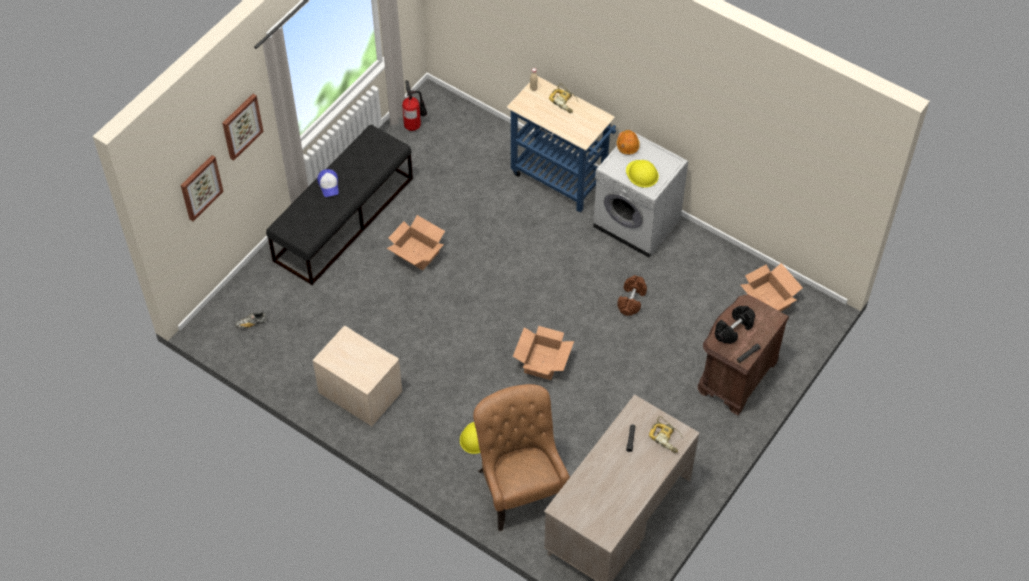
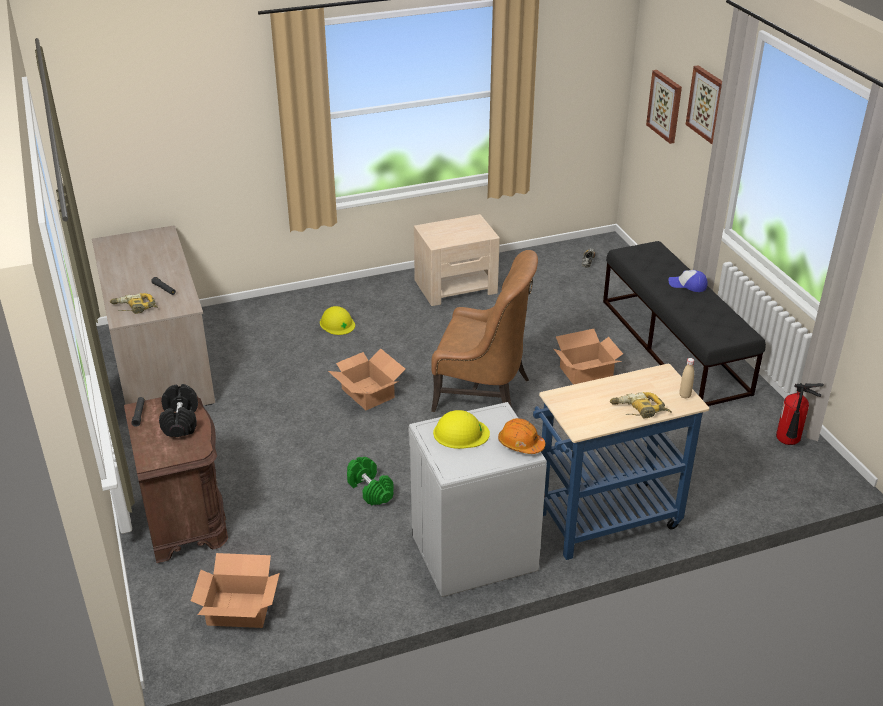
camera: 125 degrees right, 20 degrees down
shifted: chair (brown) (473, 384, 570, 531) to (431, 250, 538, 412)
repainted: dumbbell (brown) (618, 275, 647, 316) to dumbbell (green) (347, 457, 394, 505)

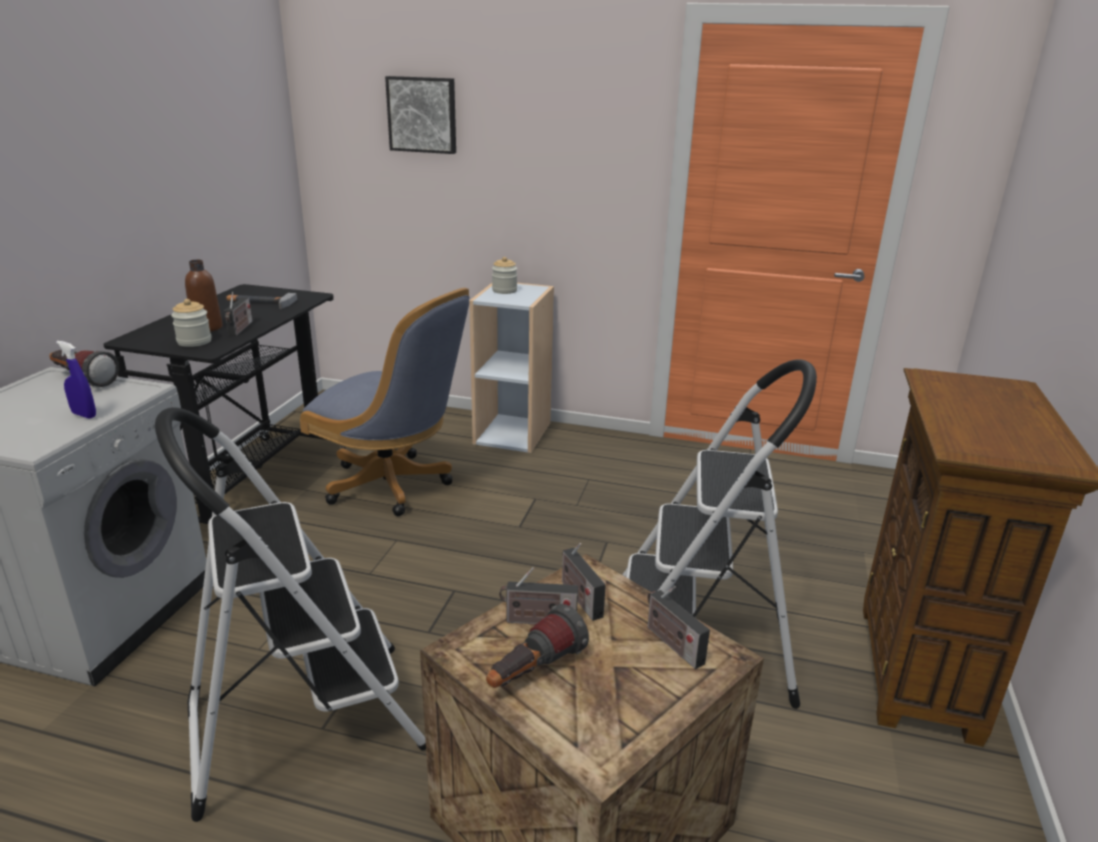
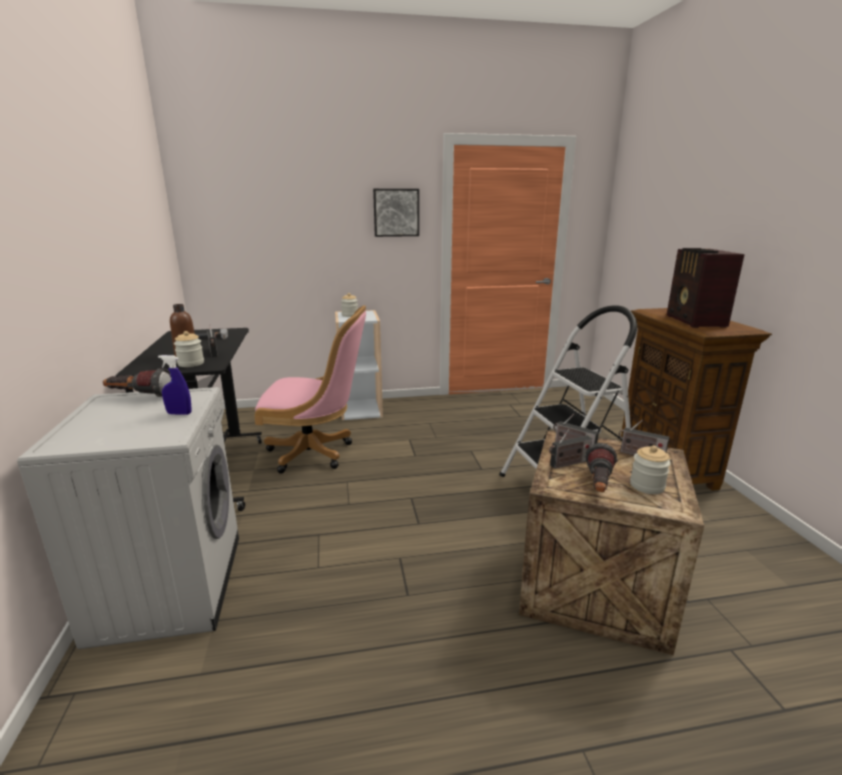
camera: 25 degrees left, 5 degrees down
gone: step ladder (155, 407, 426, 822)
new: jar (630, 446, 671, 494); radio (667, 248, 745, 328)
shifted: picture (385, 76, 456, 154) to (373, 189, 419, 237)
repainted: office chair (blue) (300, 288, 469, 516) to office chair (pink) (255, 305, 366, 474)

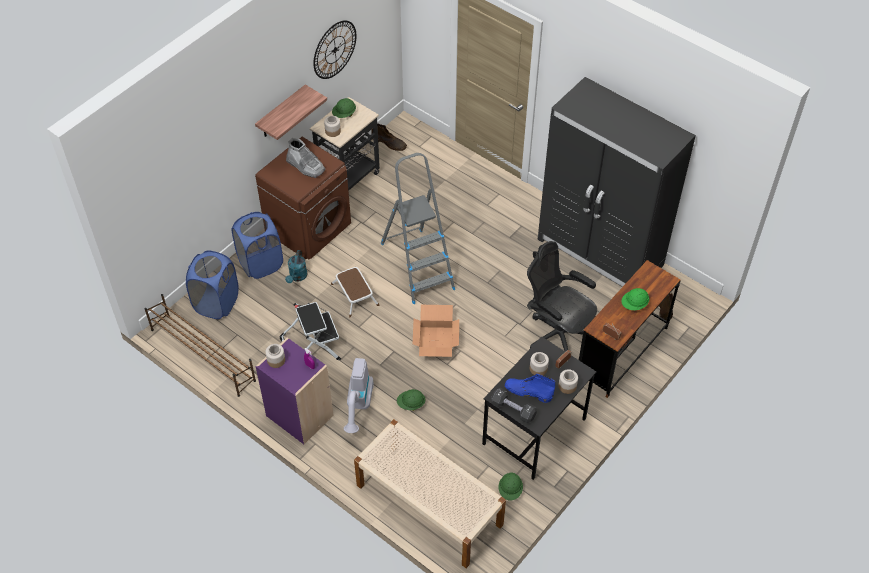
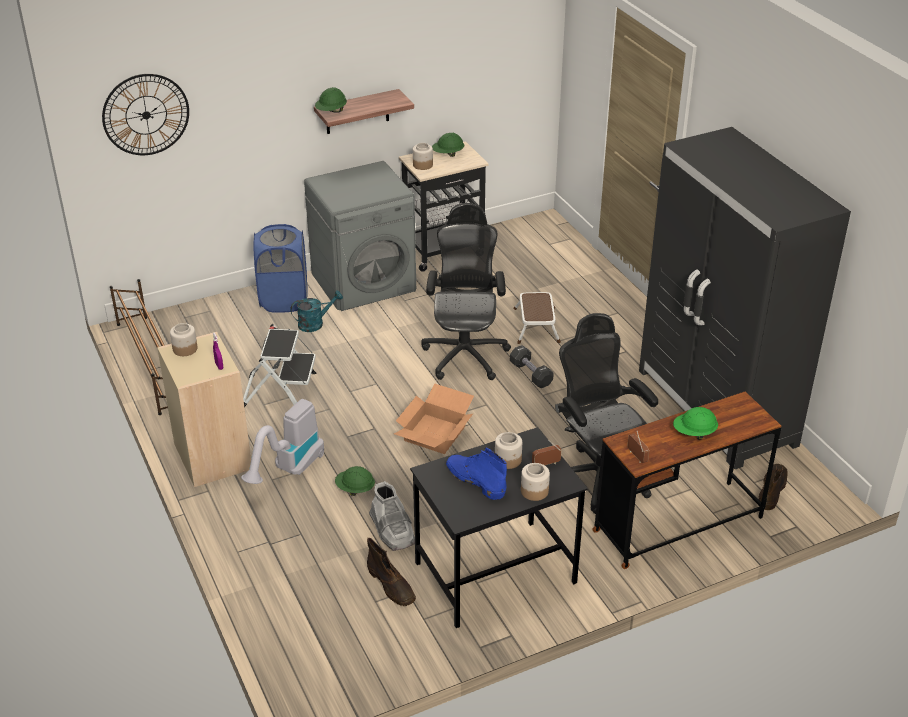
camera: 25 degrees right, 15 degrees down
gone: laundry basket (blue) (186, 251, 238, 319); bench (beige) (354, 419, 506, 568)
shifted: boot (grey) (286, 138, 326, 178) to (369, 481, 415, 551); wall clock (313, 20, 357, 79) to (102, 74, 189, 155); step ladder (brown) (331, 267, 379, 318) to (513, 292, 561, 344); boot (brown) (371, 123, 407, 151) to (367, 538, 416, 606); dumbbell (black) (491, 388, 537, 423) to (510, 345, 554, 388); hard hat (green) (499, 473, 523, 500) to (315, 87, 347, 113)
swapped: step ladder (grey) (381, 153, 455, 304) to office chair (421, 203, 511, 380)
repainted: washing machine (brown) (255, 137, 351, 259) to washing machine (grey) (304, 161, 416, 311); bookcase (purple) (256, 337, 334, 444) to bookcase (beige) (157, 332, 251, 487)
rotated: watering can (turquoise) (285, 250, 308, 283) = (290, 290, 343, 332) 150 degrees counterclockwise

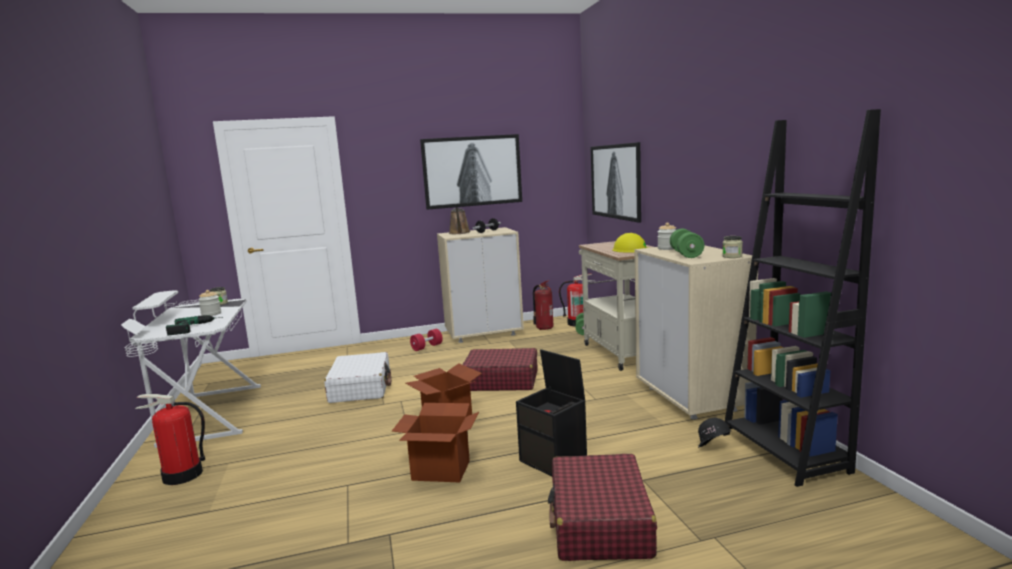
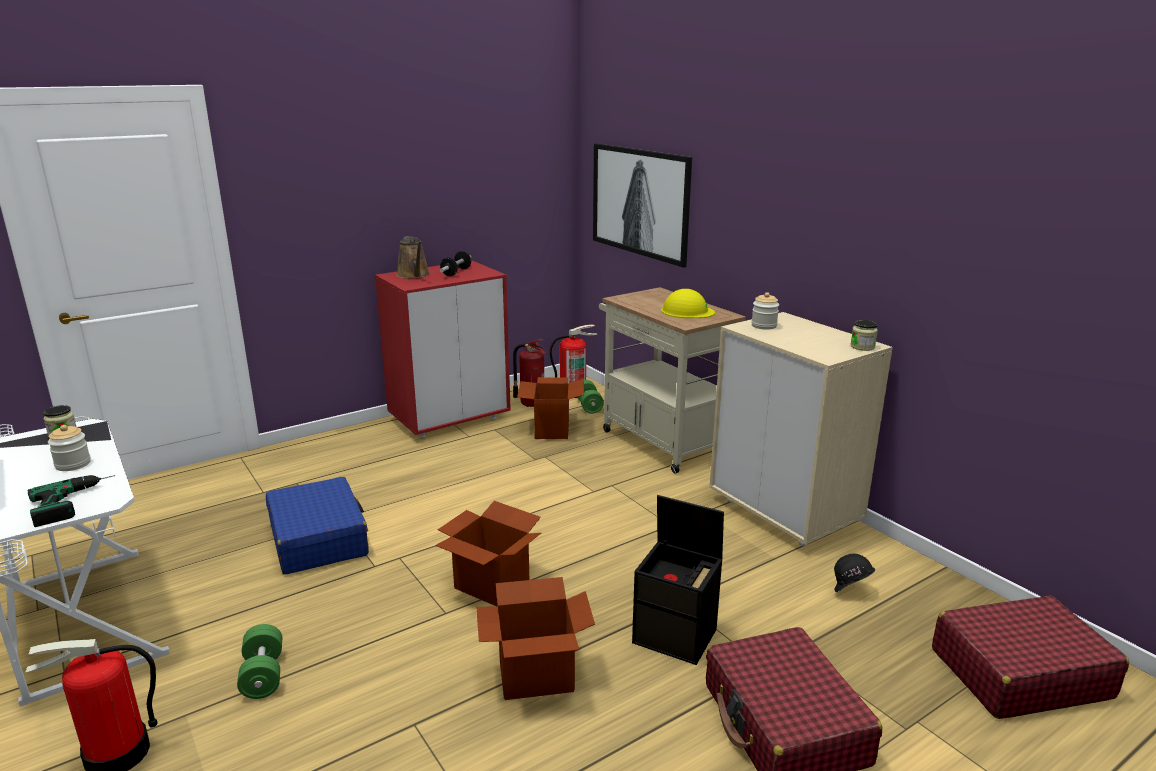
camera: 20 degrees left, 10 degrees up
gone: dumbbell (red) (410, 329, 443, 351); picture (420, 134, 522, 210); bookcase (black) (723, 109, 881, 487)
new: cardboard box (517, 377, 584, 439)
shifted: suitcase (red) (462, 348, 538, 391) to (932, 595, 1129, 719); dumbbell (green) (670, 229, 704, 258) to (237, 624, 282, 699)
repainted: suitcase (white) (324, 352, 391, 403) to suitcase (blue) (266, 477, 369, 575); cabinet (beige) (437, 227, 524, 343) to cabinet (red) (375, 261, 511, 438)

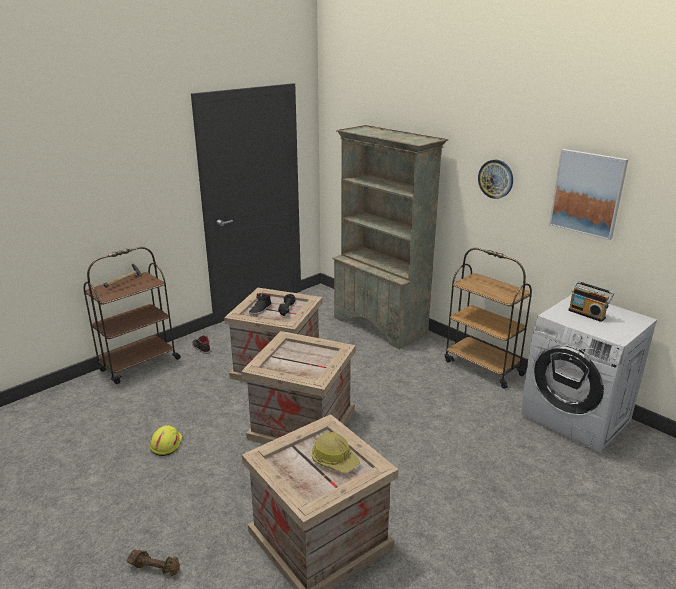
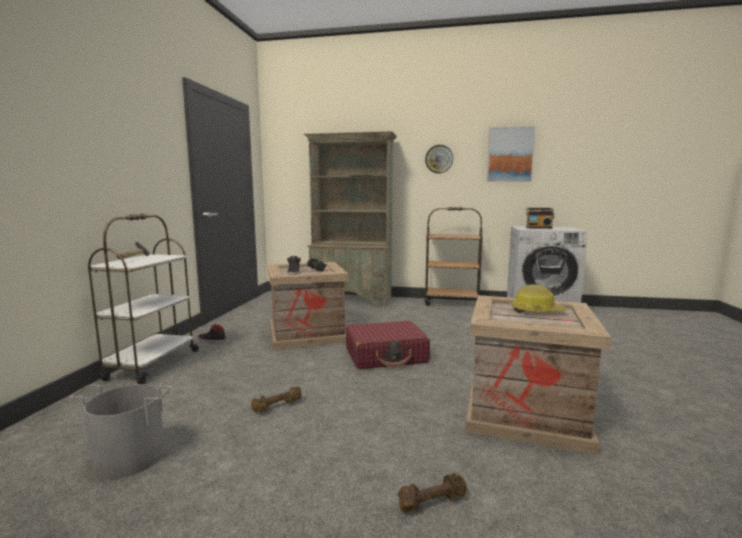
camera: 35 degrees left, 15 degrees down
new: bucket (grey) (69, 384, 172, 479)
swapped: hard hat (yellow) (149, 425, 183, 456) to dumbbell (brown) (251, 386, 301, 413); crate (241, 331, 356, 444) to suitcase (red) (345, 321, 430, 369)
repainted: cart (brown) (84, 247, 181, 384) to cart (white) (88, 214, 199, 384)

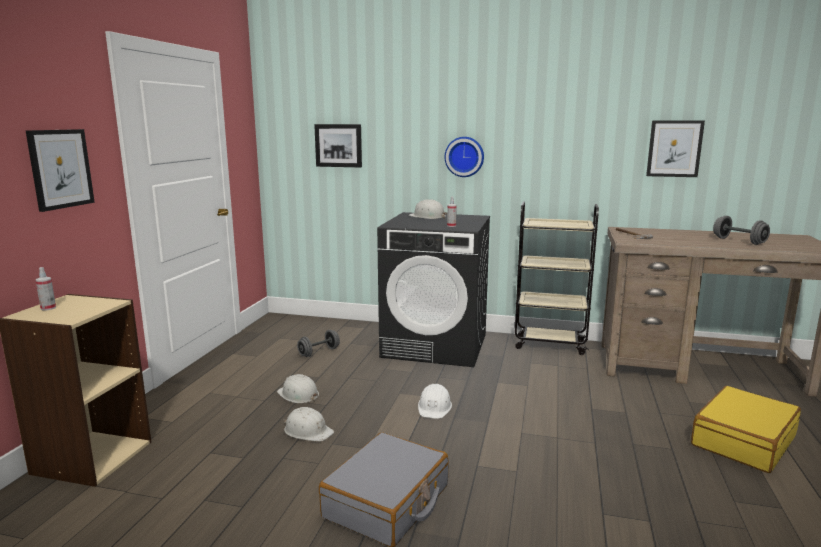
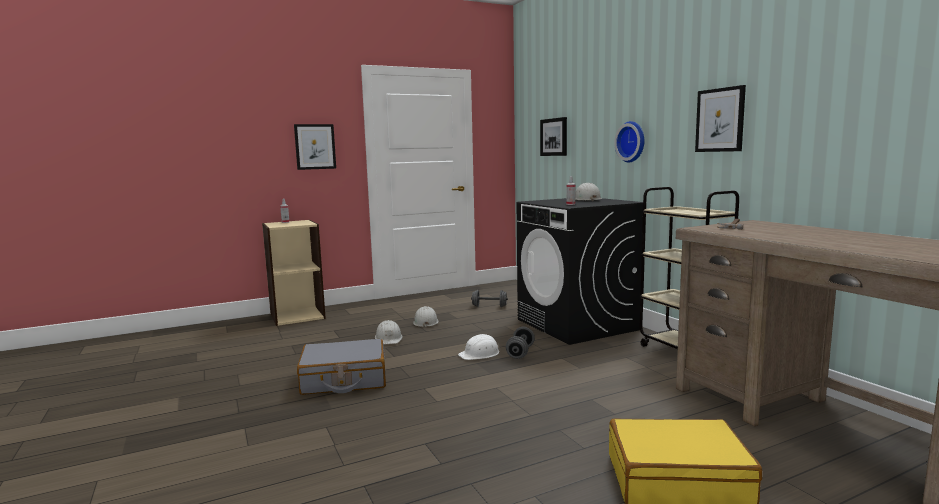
camera: 50 degrees right, 5 degrees down
shifted: picture (646, 120, 705, 177) to (695, 85, 746, 152); dumbbell (grey) (713, 216, 770, 245) to (506, 327, 535, 359)

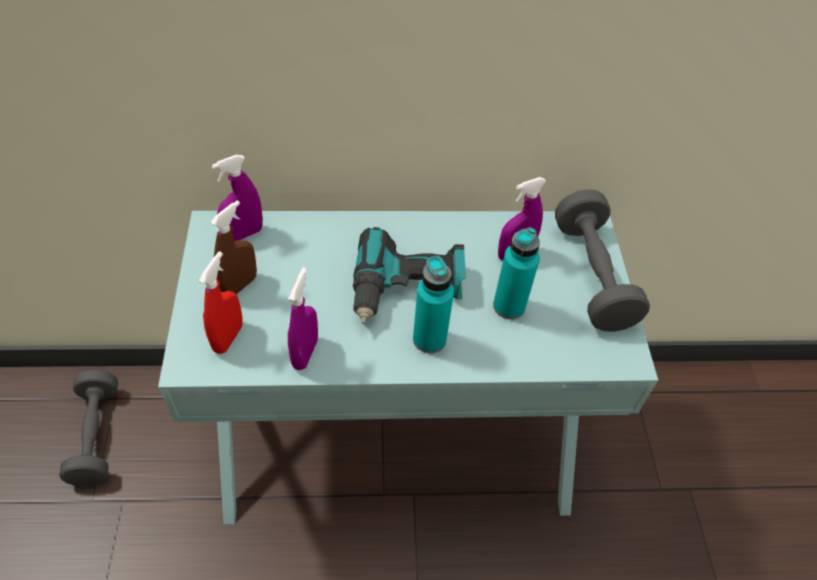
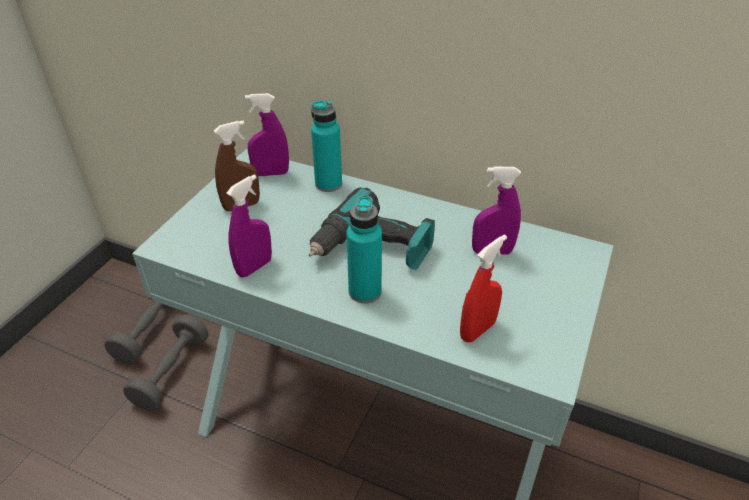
camera: 30 degrees right, 10 degrees down
shifted: spray bottle (red) (199, 251, 243, 354) to (460, 234, 507, 342); bottle (turquoise) (493, 227, 540, 320) to (311, 100, 342, 192); dumbbell (grey) (555, 189, 650, 332) to (123, 315, 209, 411)

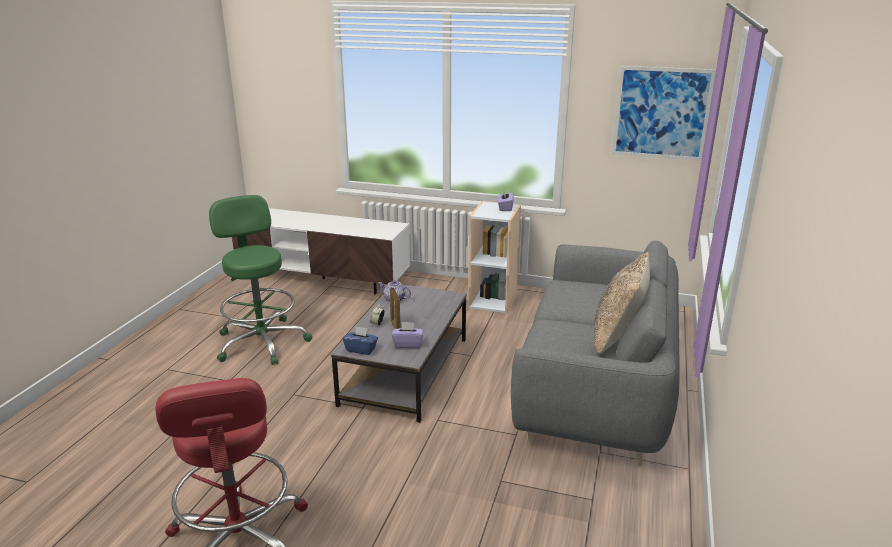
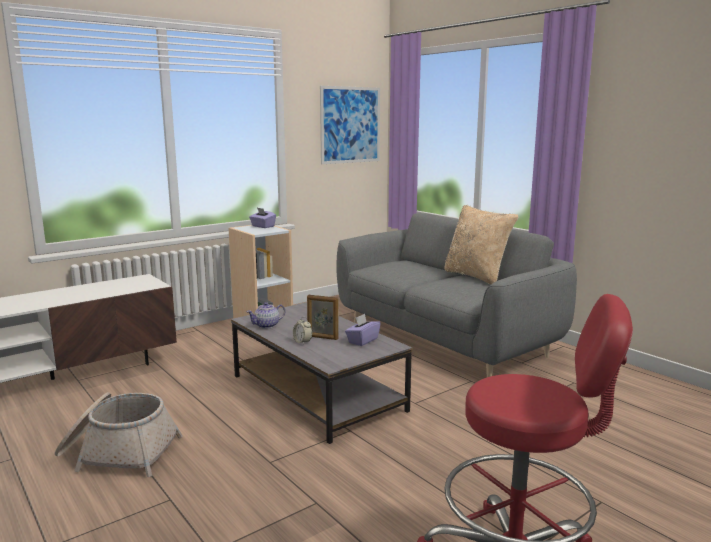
camera: 55 degrees left, 10 degrees down
gone: tissue box (blue) (343, 326, 378, 355)
swapped: stool (green) (209, 195, 312, 365) to basket (55, 392, 183, 477)

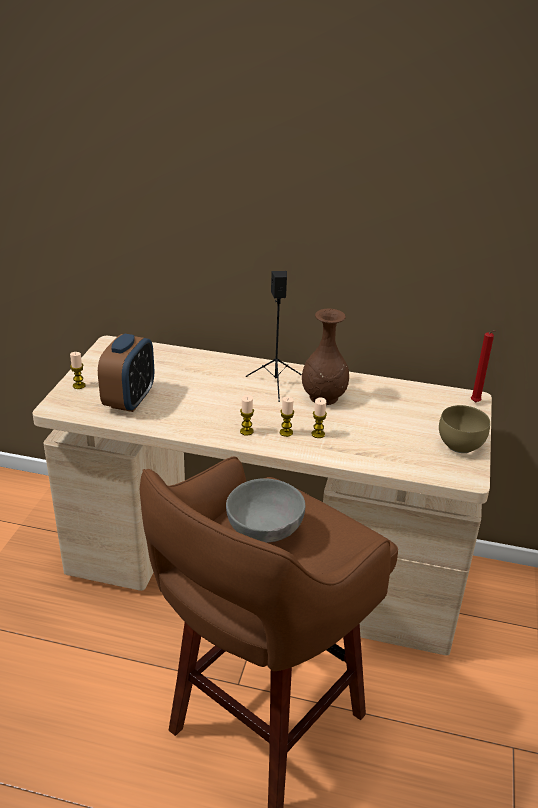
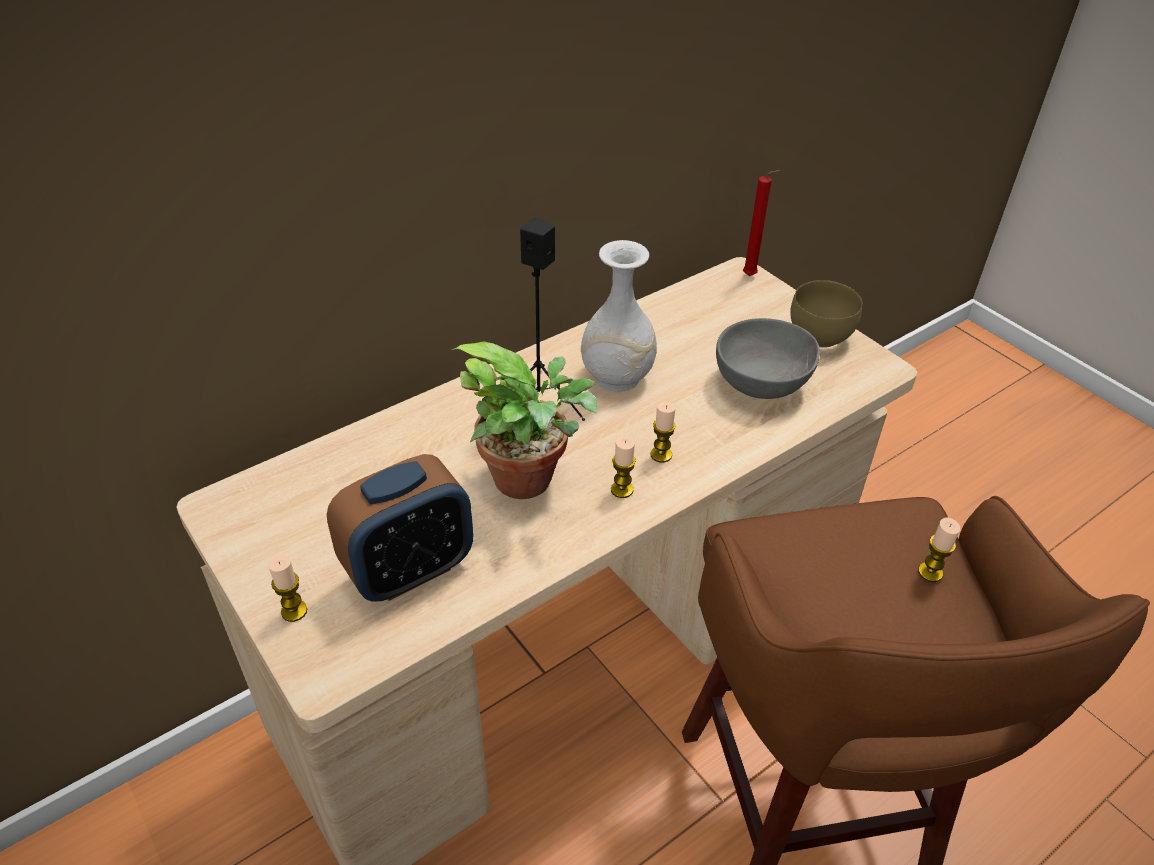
camera: 50 degrees left, 10 degrees up
new: potted plant (453, 341, 597, 499)
shifted: bowl (grey) (226, 478, 305, 543) to (716, 318, 820, 399); candle (311, 398, 327, 438) to (918, 518, 960, 582)
repainted: vase (brown) (302, 309, 349, 405) to vase (white) (581, 240, 657, 392)
rotated: alarm clock (98, 334, 154, 412) = (327, 454, 473, 602) 90 degrees clockwise

